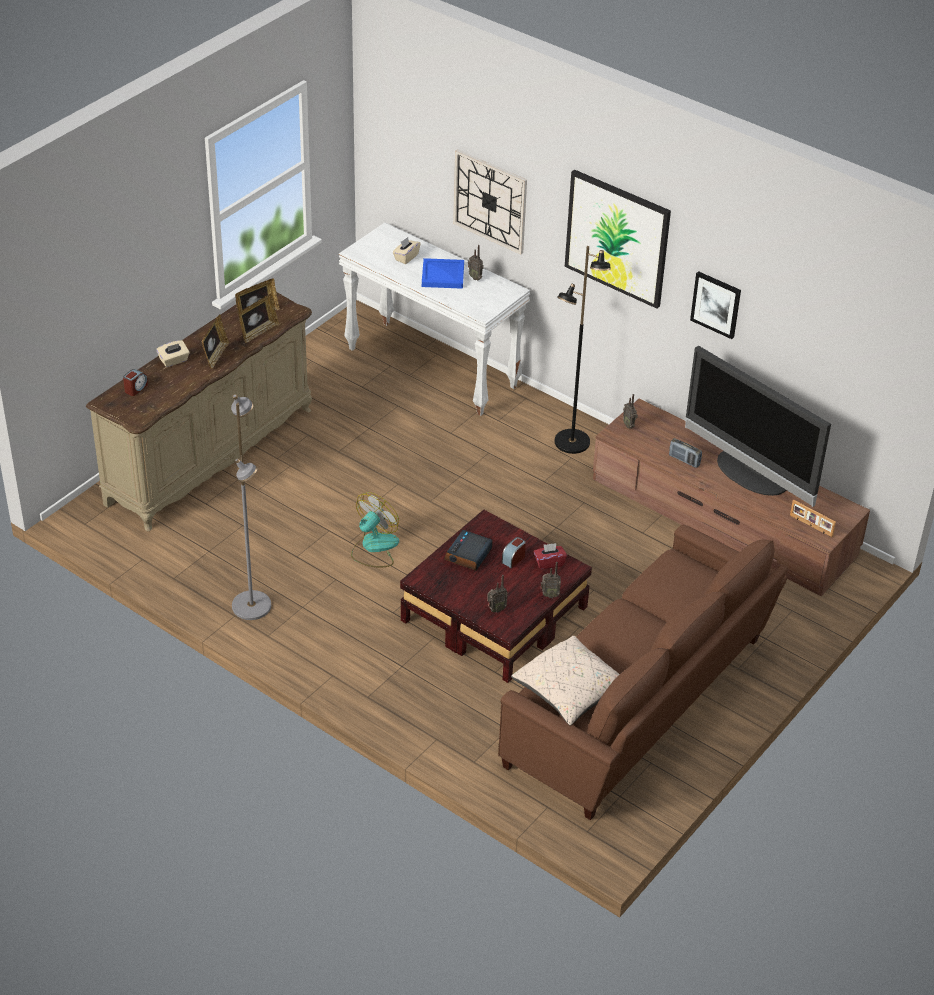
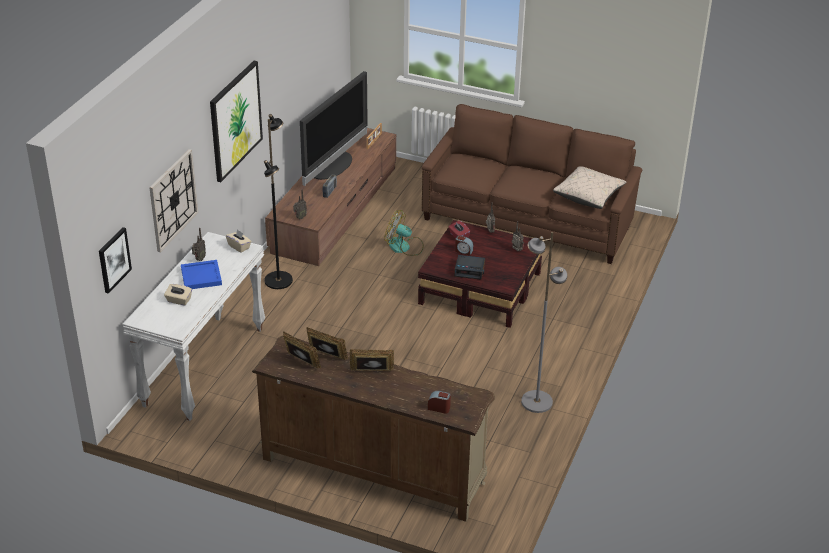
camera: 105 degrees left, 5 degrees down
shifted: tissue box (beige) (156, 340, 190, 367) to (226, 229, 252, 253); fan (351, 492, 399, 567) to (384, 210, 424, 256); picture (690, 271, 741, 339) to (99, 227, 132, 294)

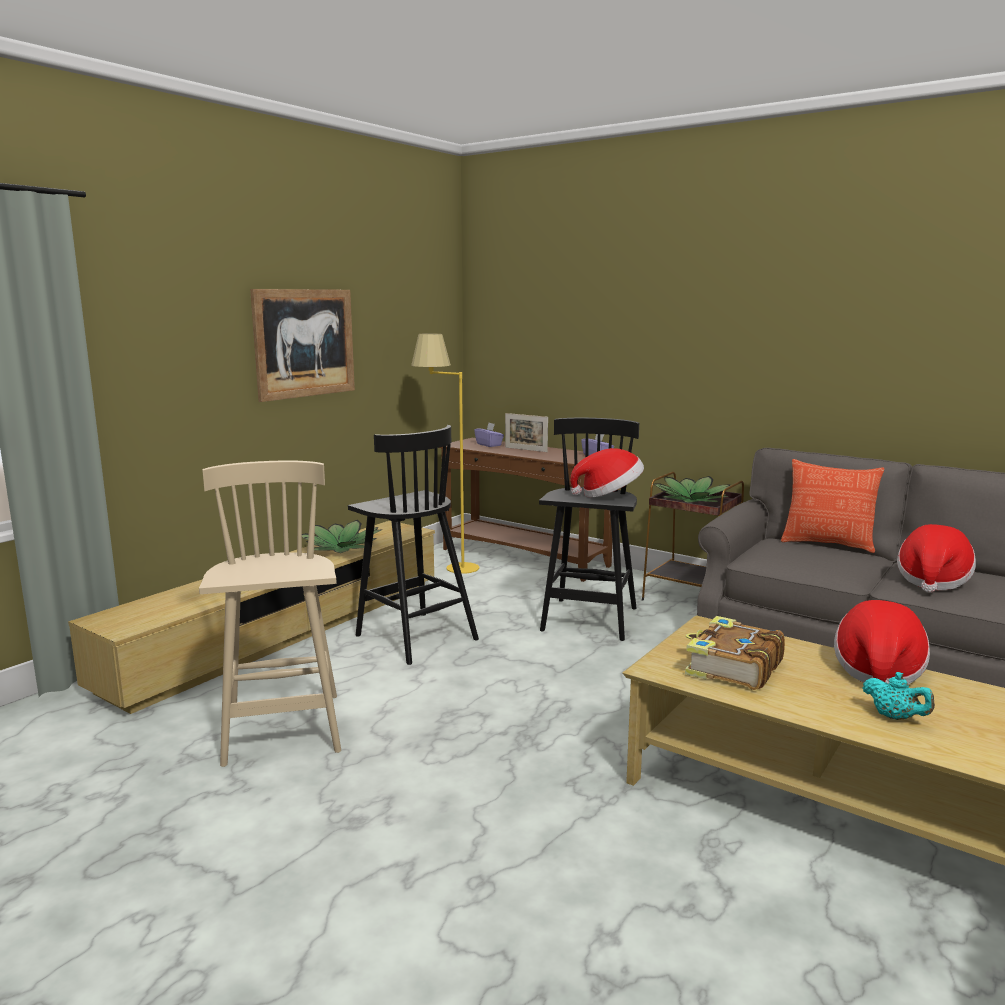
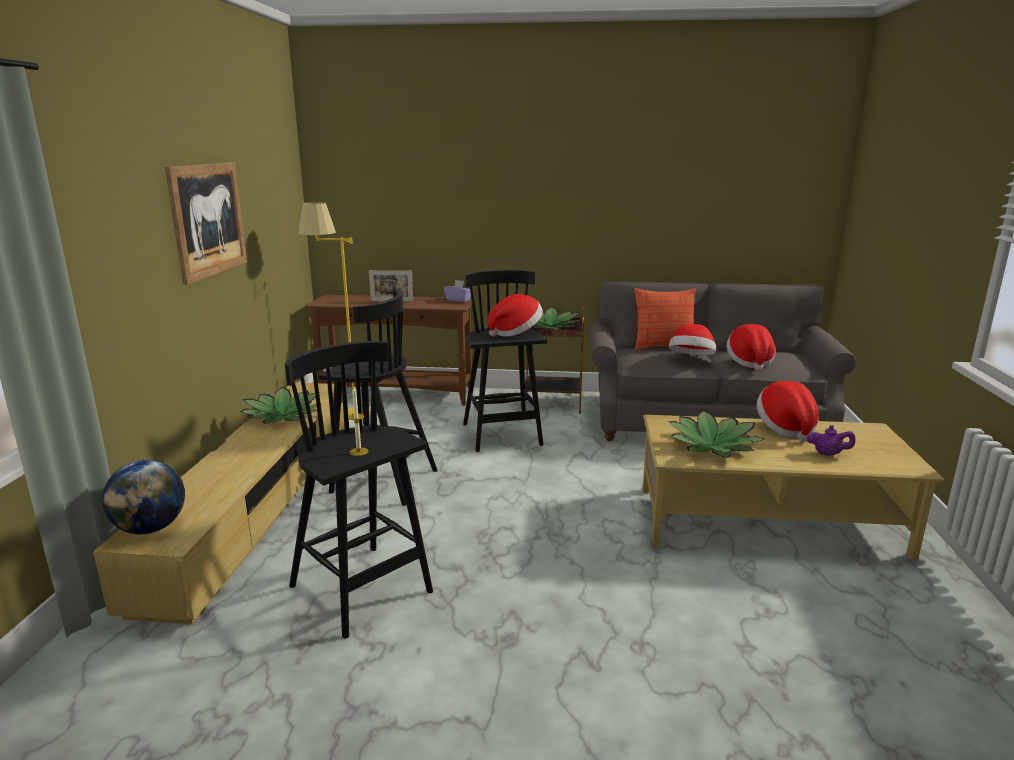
camera: 30 degrees left, 5 degrees up
gone: tissue box (purple) (474, 423, 504, 447)
new: globe (102, 460, 185, 534); candle (348, 387, 369, 456); hat (668, 324, 716, 355)
swapped: book (685, 616, 785, 690) to potted plant (668, 410, 764, 458)
repainted: stool (beige) (199, 460, 341, 767) to stool (black) (285, 341, 433, 639); teapot (turquoise) (863, 672, 935, 720) to teapot (purple) (807, 425, 856, 456)

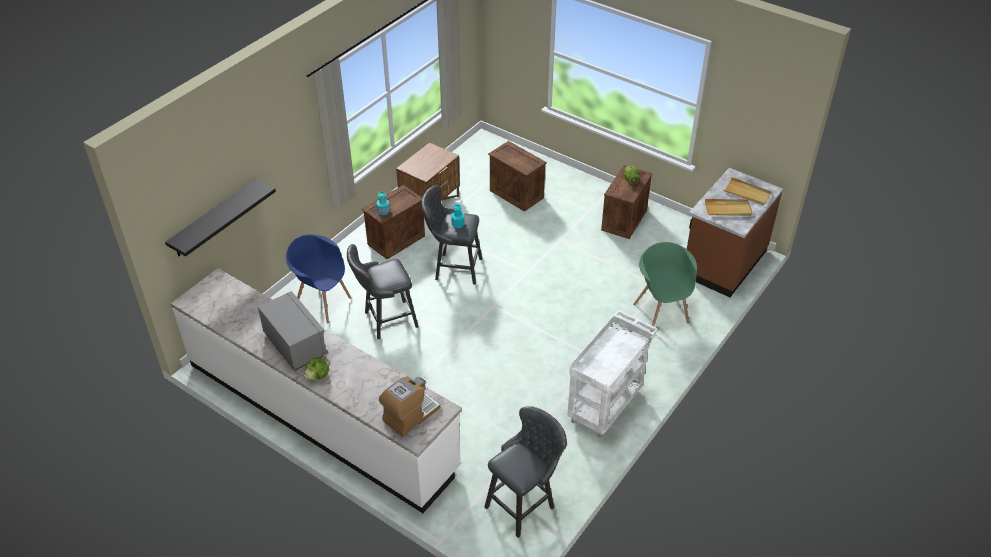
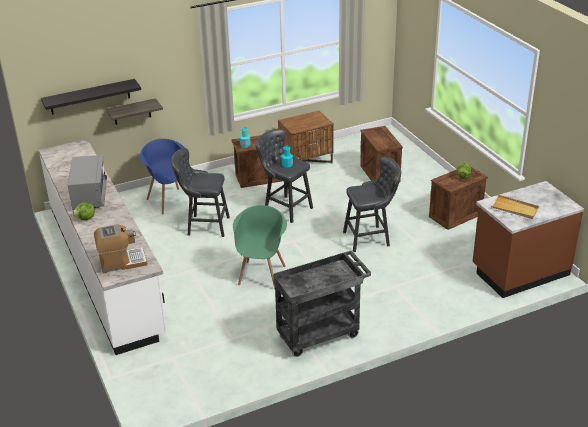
camera: 30 degrees right, 10 degrees down
gone: tray (beige) (723, 177, 771, 205)
new: shelf (106, 98, 163, 125)
shifted: stool (grey) (484, 406, 567, 538) to (343, 157, 401, 252); chair (green) (633, 242, 697, 332) to (233, 205, 287, 289)
repainted: cart (white) (568, 310, 657, 438) to cart (black) (273, 251, 371, 357)

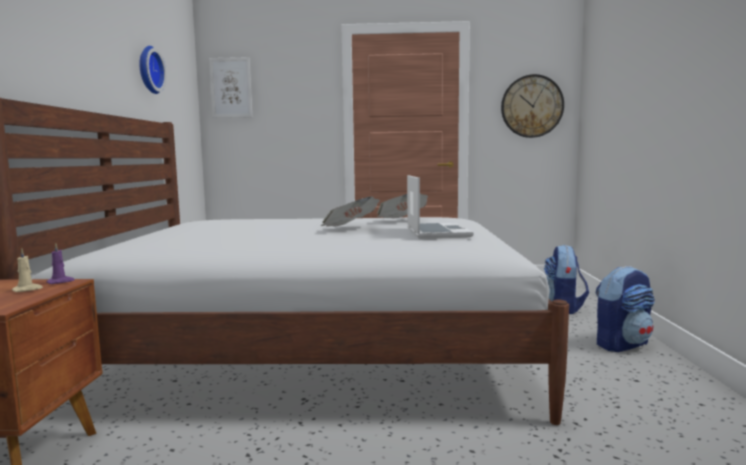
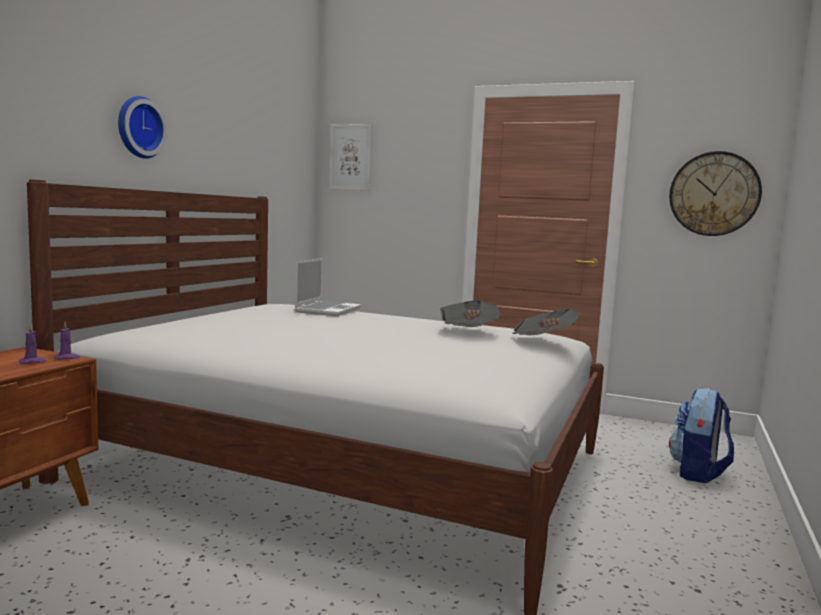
camera: 20 degrees right, 0 degrees up
gone: backpack (596, 266, 655, 352)
shifted: wall clock (139, 46, 166, 94) to (118, 96, 167, 159); newspaper (320, 196, 380, 227) to (513, 309, 581, 335); laptop (407, 175, 474, 239) to (294, 258, 361, 316)
repainted: candle (beige) (12, 249, 43, 292) to candle (purple) (19, 324, 47, 364)

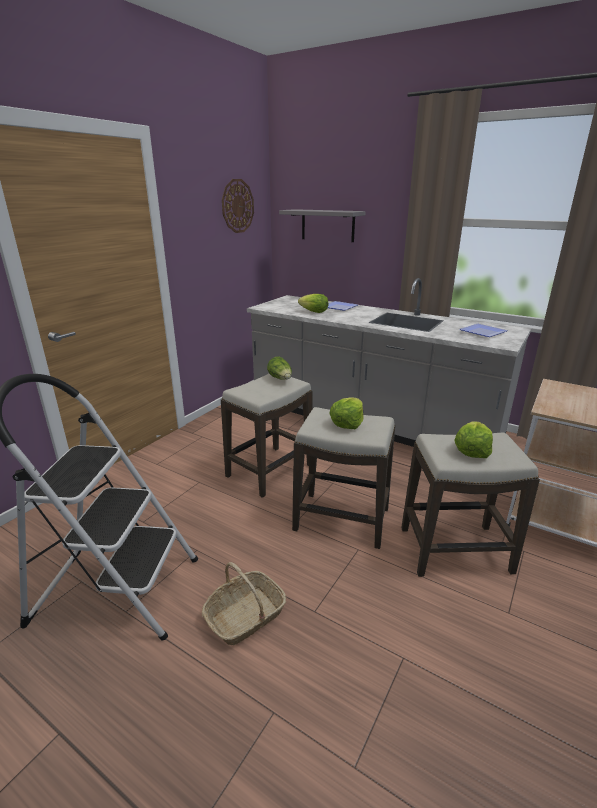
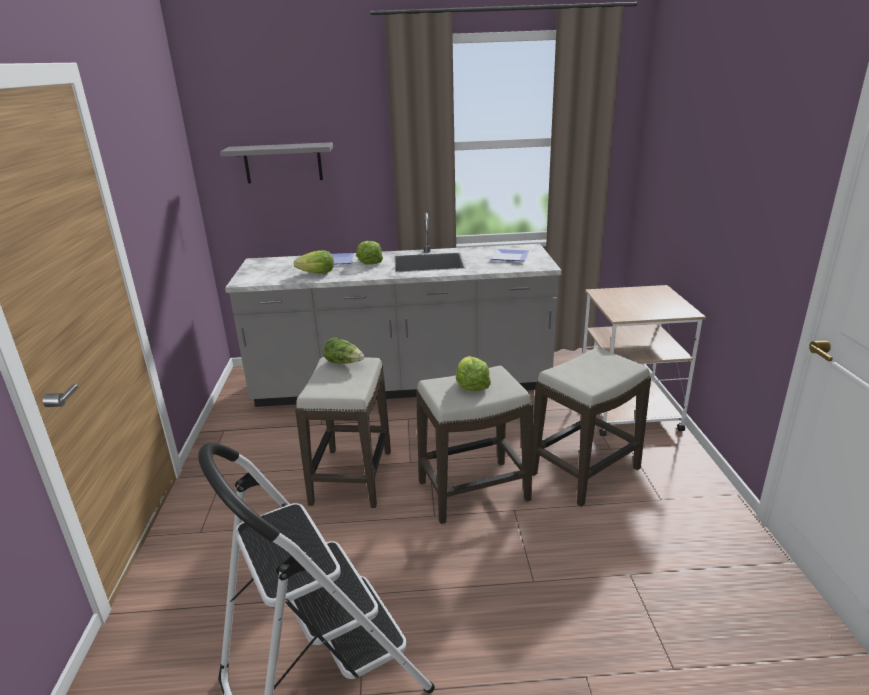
camera: 35 degrees left, 0 degrees up
gone: basket (202, 562, 286, 646); wall clock (222, 179, 254, 233)
shifted: lettuce (455, 422, 493, 458) to (356, 241, 383, 265)

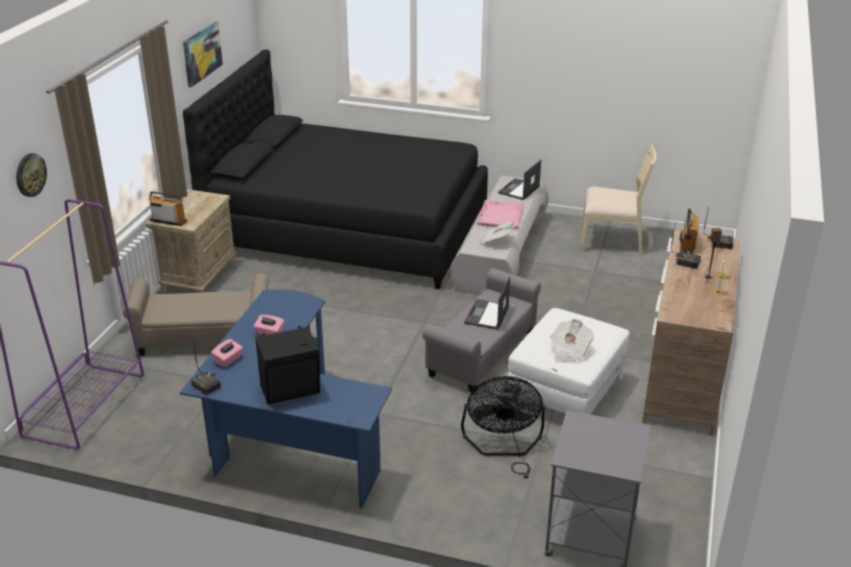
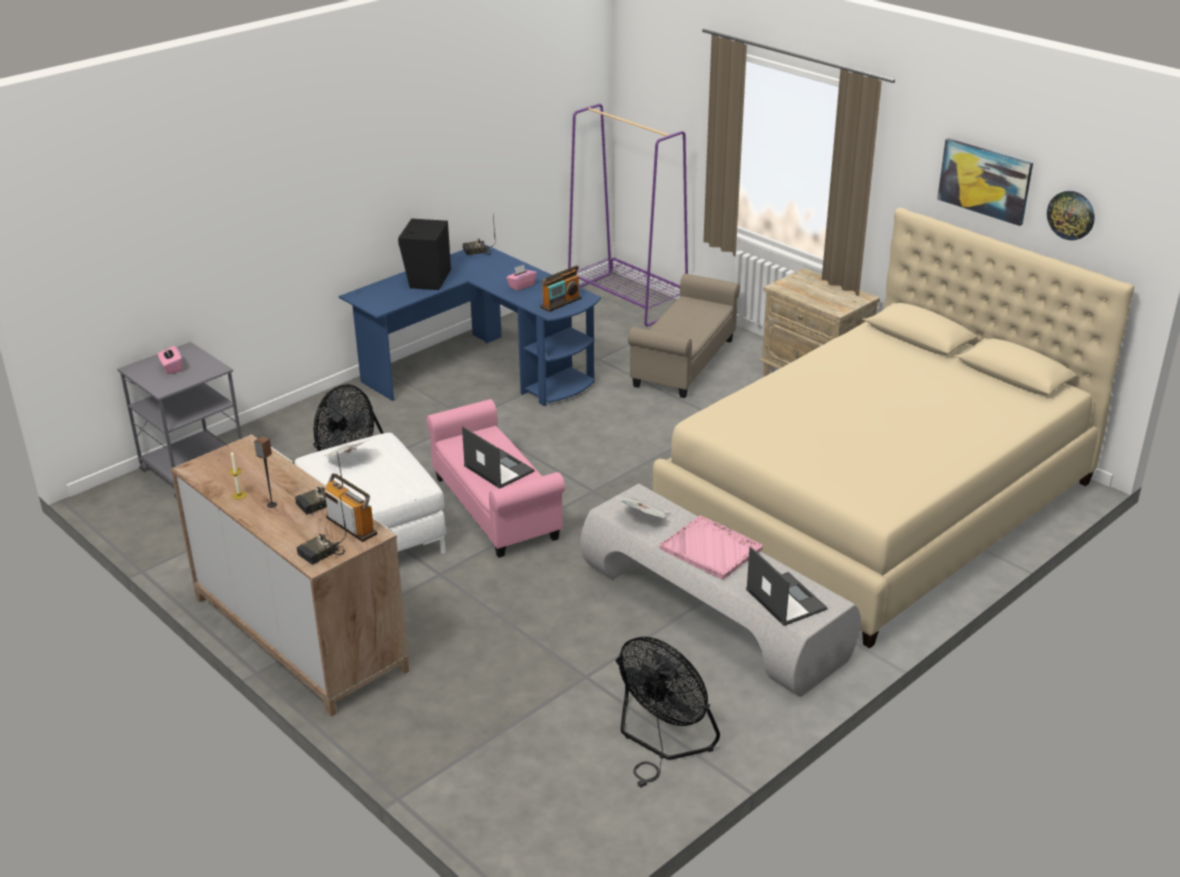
camera: 120 degrees right, 0 degrees up
shifted: wall clock (16, 153, 47, 197) to (1047, 191, 1095, 240); radio (149, 192, 187, 226) to (540, 265, 581, 312); tissue box (pink) (211, 339, 243, 367) to (158, 346, 183, 374)
swapped: chair (beige) (579, 144, 656, 255) to fan (black) (615, 637, 720, 788)
repainted: bed (black) (183, 49, 488, 289) to bed (beige) (652, 208, 1134, 648); ottoman (grey) (422, 268, 541, 392) to ottoman (pink) (426, 399, 565, 558)

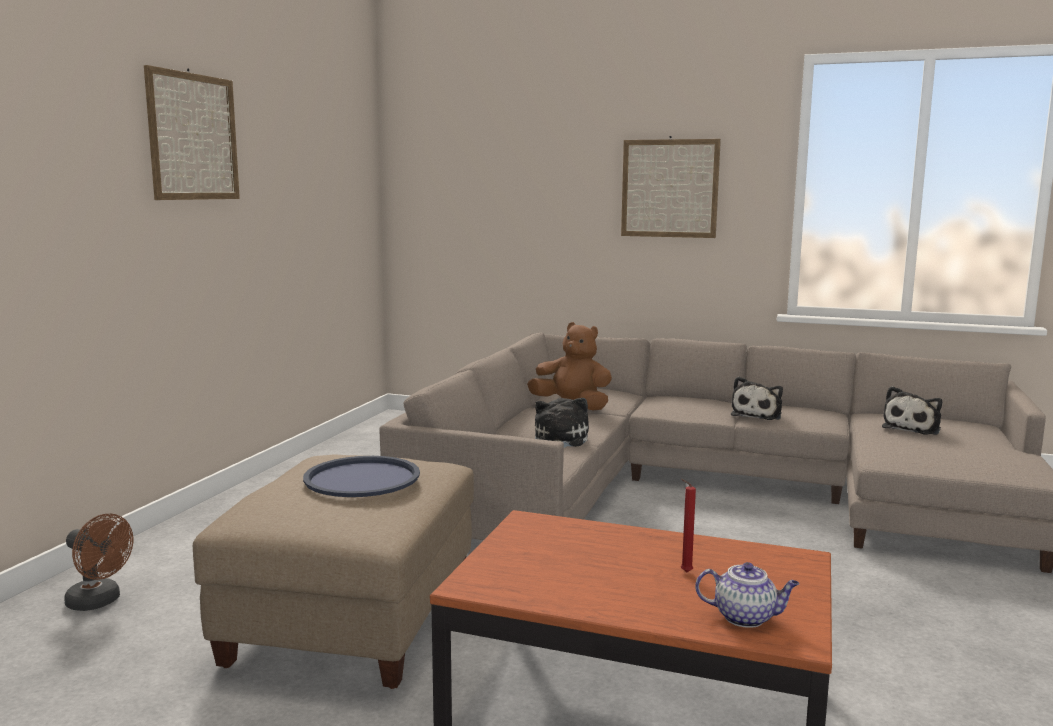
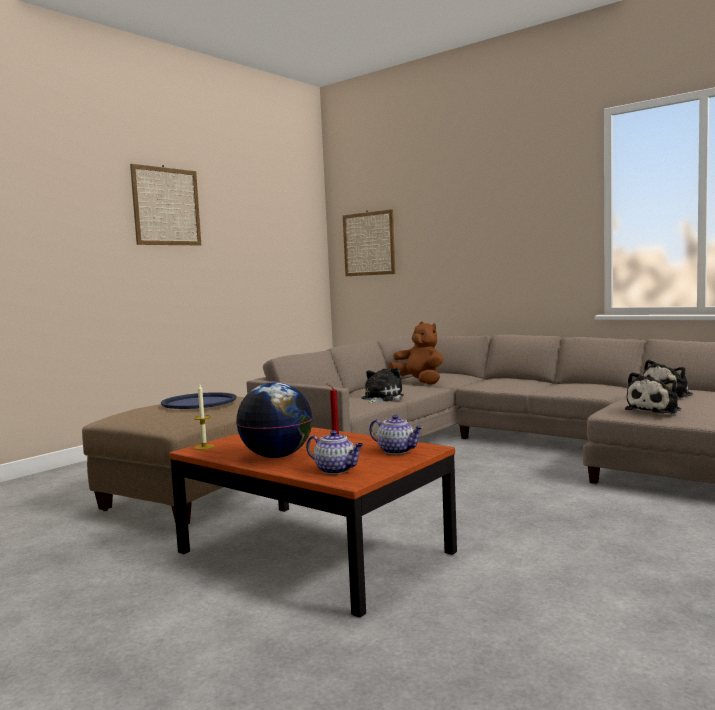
camera: 20 degrees right, 5 degrees down
gone: fan (brown) (64, 514, 133, 611)
new: candle (193, 384, 214, 450); globe (236, 382, 313, 458); teapot (369, 415, 423, 455)
shifted: picture (621, 136, 721, 238) to (343, 209, 395, 276); plush toy (731, 377, 783, 420) to (625, 372, 681, 414)

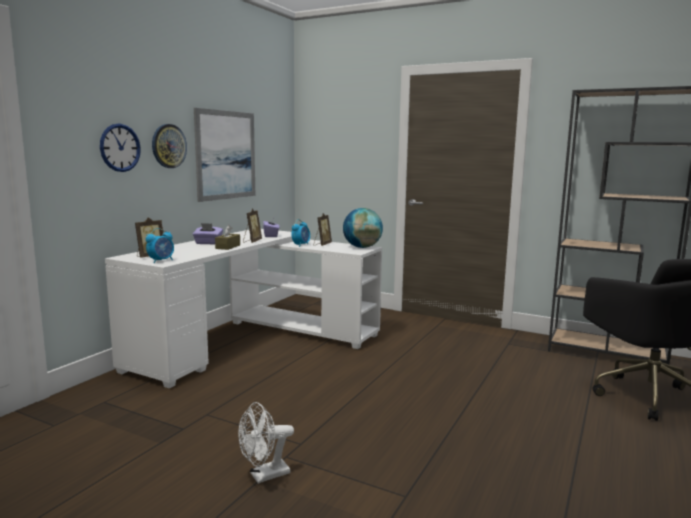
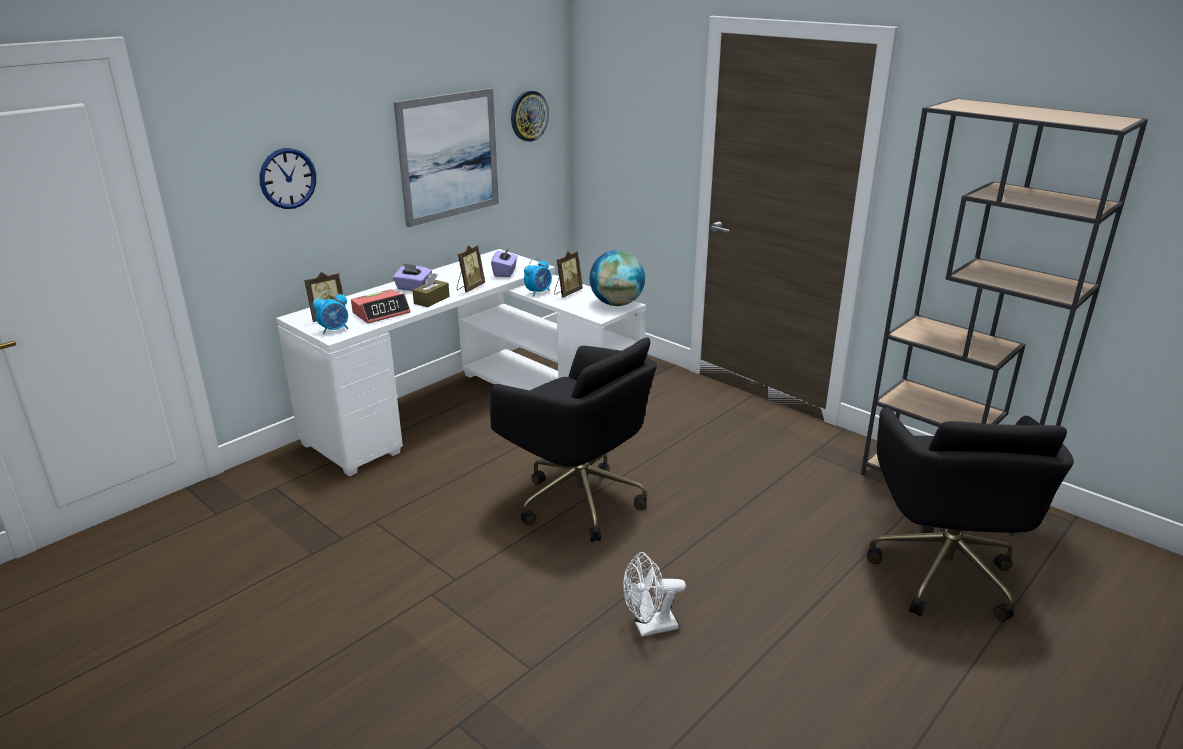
camera: 15 degrees right, 15 degrees up
new: alarm clock (351, 289, 411, 324); office chair (black) (490, 337, 657, 542)
shifted: wall clock (152, 124, 187, 168) to (511, 91, 549, 142); fan (white) (239, 402, 294, 484) to (623, 552, 686, 637)

